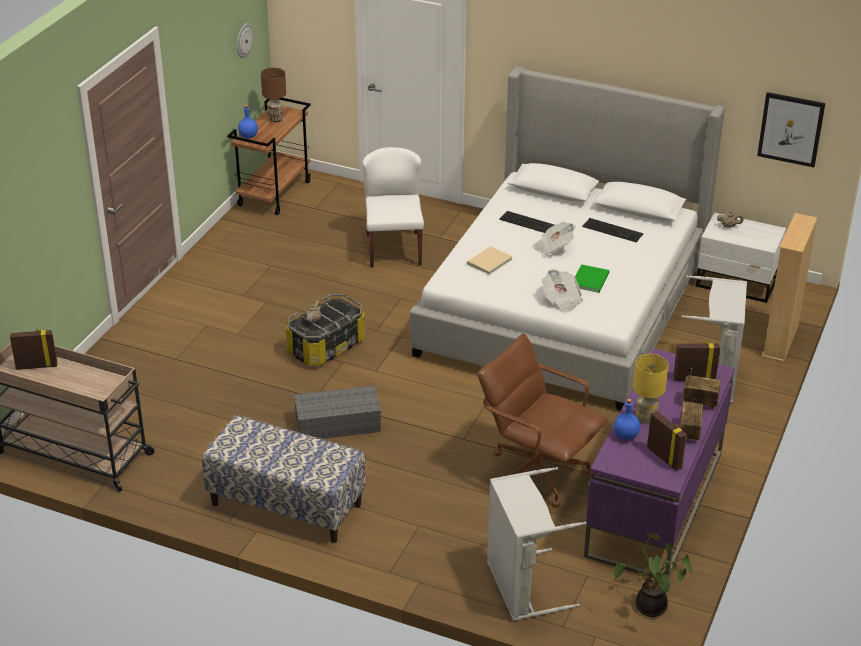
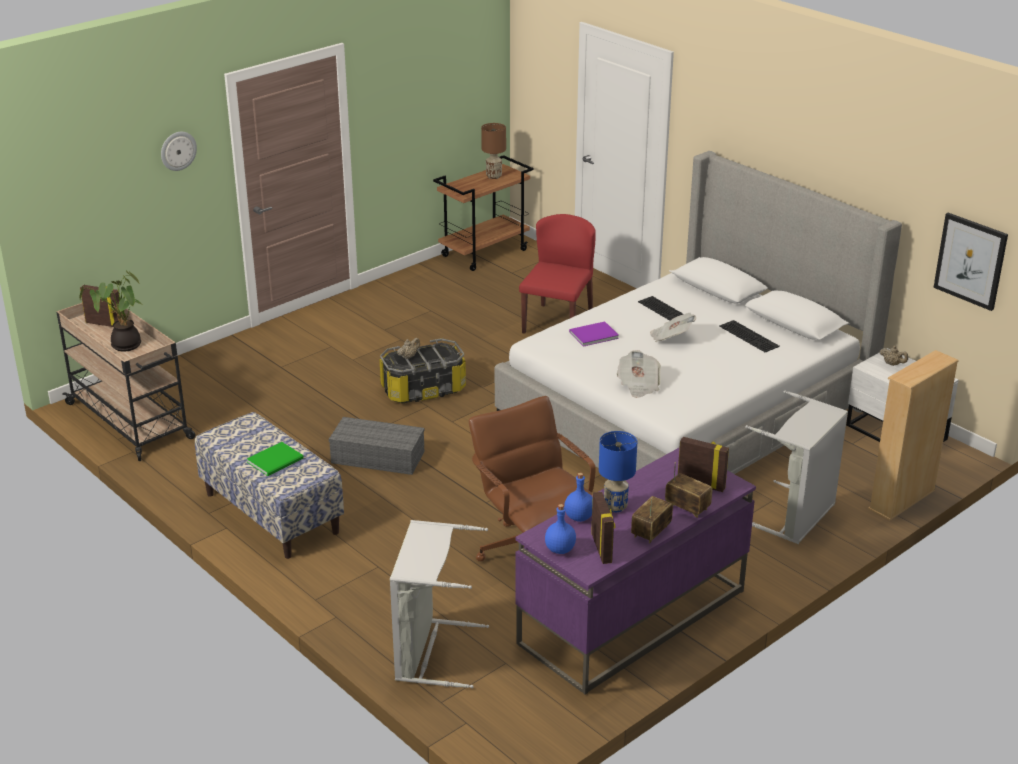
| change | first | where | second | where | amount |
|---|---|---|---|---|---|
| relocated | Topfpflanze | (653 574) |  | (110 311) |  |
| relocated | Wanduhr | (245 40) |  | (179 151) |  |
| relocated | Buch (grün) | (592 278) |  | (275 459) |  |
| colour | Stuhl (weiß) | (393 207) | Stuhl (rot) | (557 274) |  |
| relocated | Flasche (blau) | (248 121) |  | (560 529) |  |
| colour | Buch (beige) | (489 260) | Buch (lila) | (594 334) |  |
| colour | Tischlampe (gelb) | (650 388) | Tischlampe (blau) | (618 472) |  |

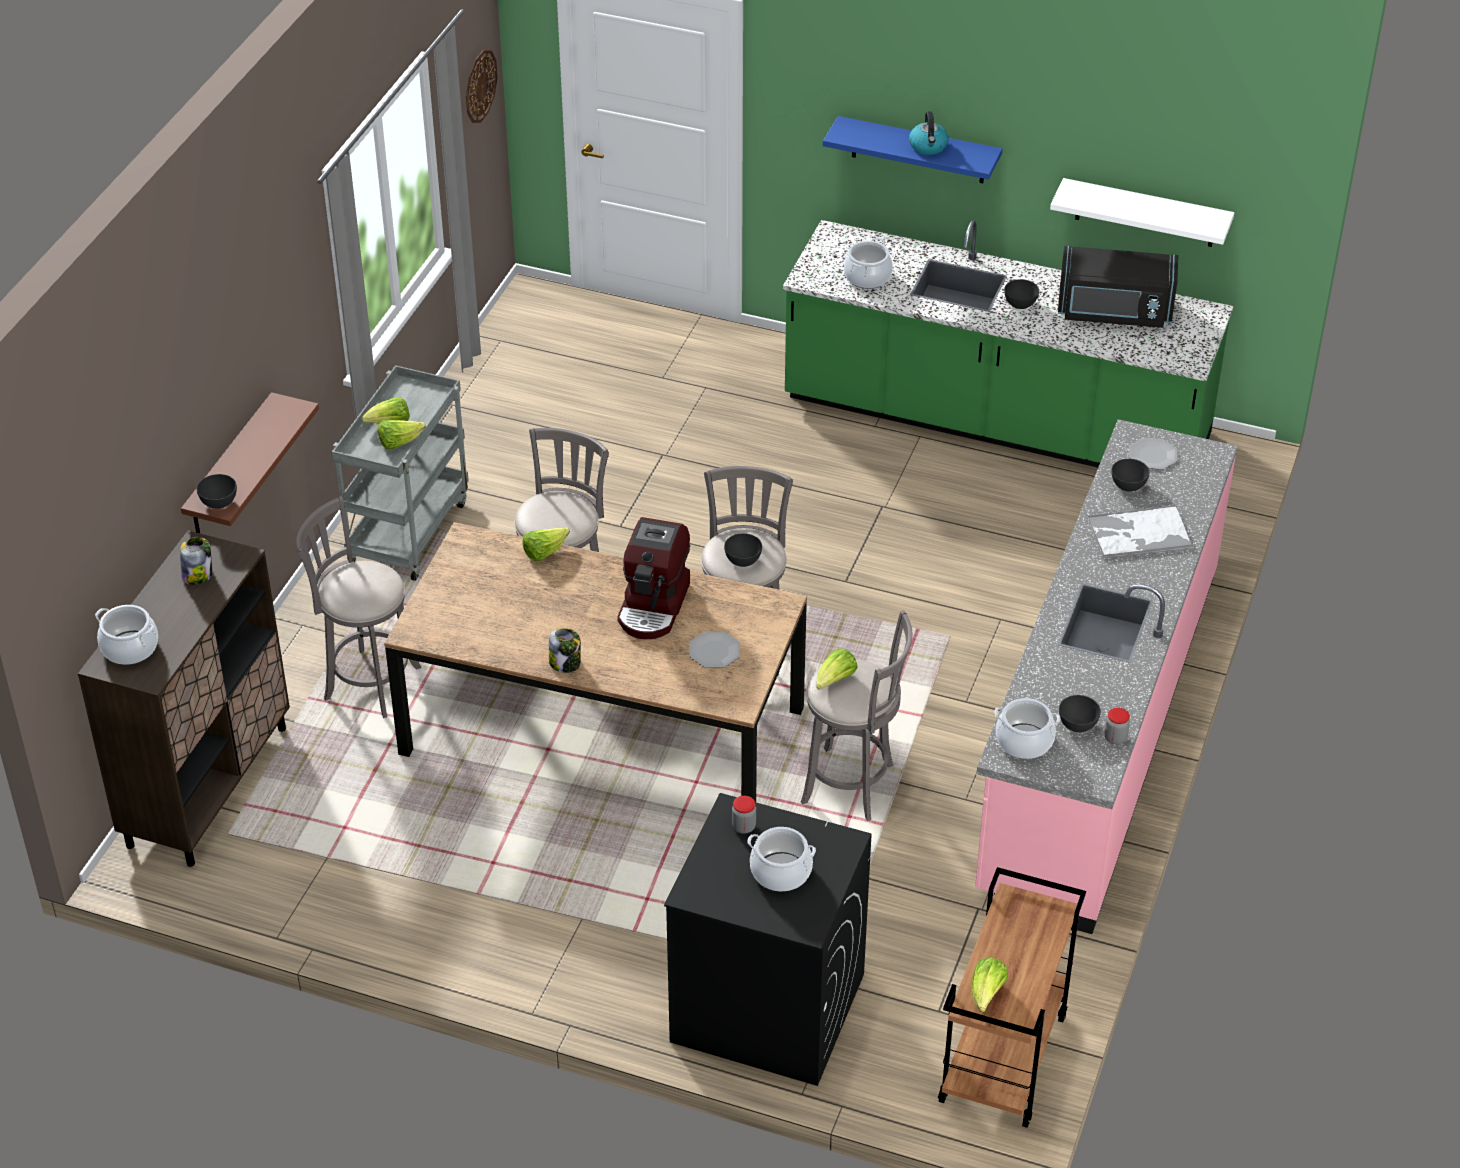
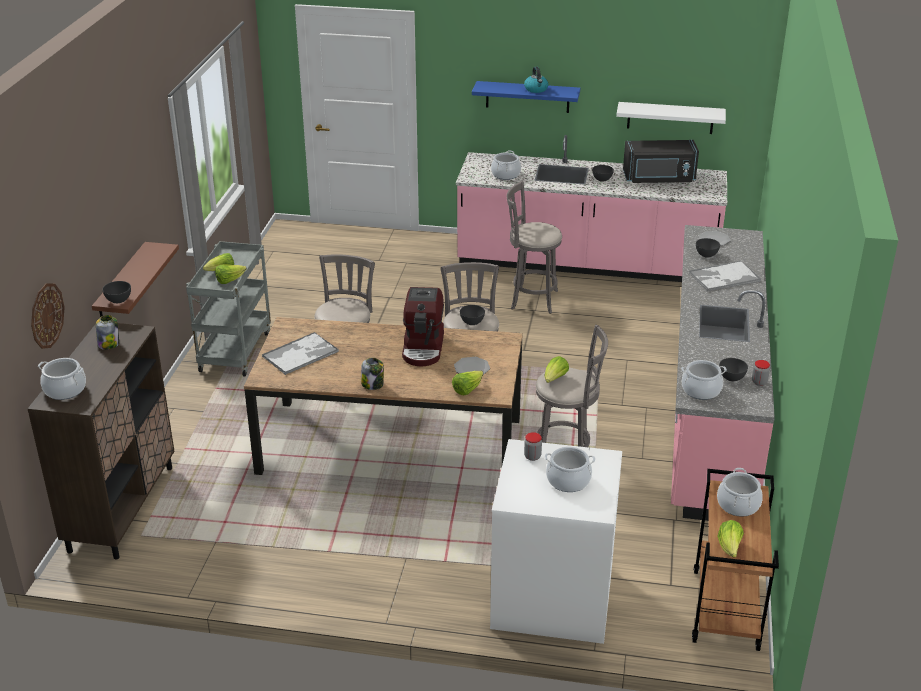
| change | first | where | second | where | amount |
|---|---|---|---|---|---|
| relocated | Wanduhr | (482 86) |  | (48 316) |  |
| appeared |  |  | Tablett | (300 353) |  |
| relocated | Salatkopf | (546 544) |  | (467 383) |  |
| colour | Küchenzeile (grün) | (1008 344) | Küchenzeile (rosa) | (591 208) |  |
| colour | Waschmaschine (schwarz) | (768 939) | Waschmaschine (weiß) | (556 541) |  |
| relocated | Hocker (grau) | (358 607) |  | (534 247) |  |
| appeared |  |  | Kochtopf | (740 492) |  |

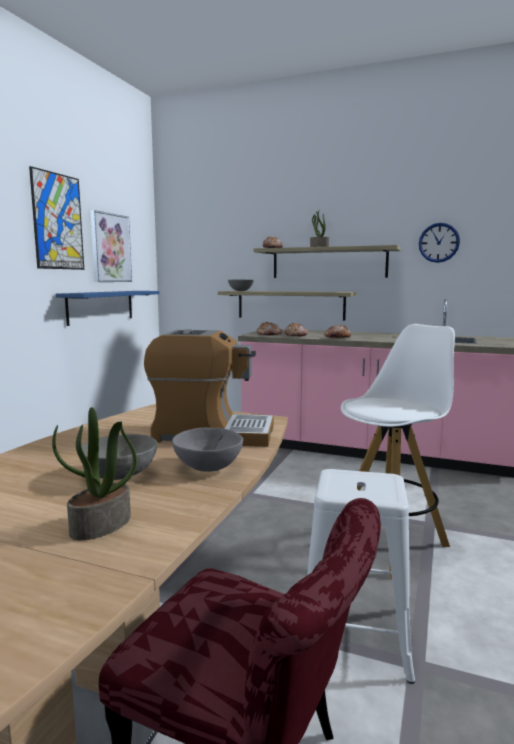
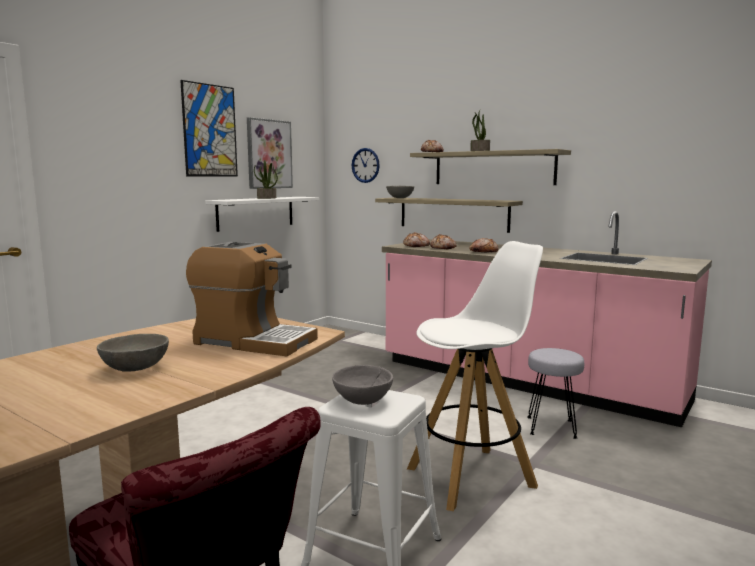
| change | first | where | second | where | amount |
|---|---|---|---|---|---|
| colour | Wandregal (blau) | (108 308) | Wandregal (weiß) | (262 214) |  |
| relocated | Topfpflanze | (94 473) |  | (266 179) |  |
| relocated | Schüssel (grau) | (207 450) |  | (362 385) |  |
| relocated | Wanduhr | (439 243) |  | (366 165) |  |
| appeared |  |  | Hocker (grau) | (556 393) |  |

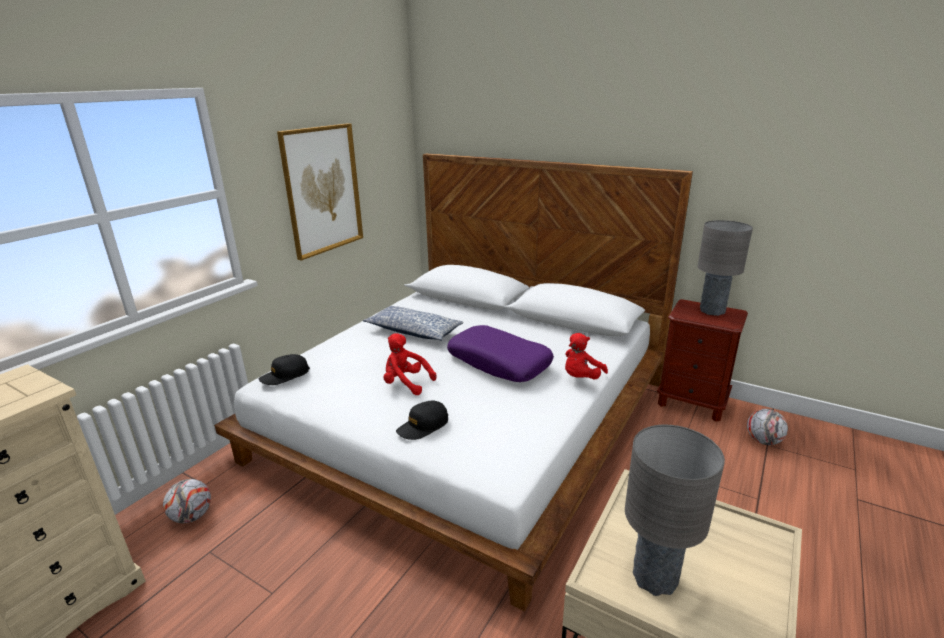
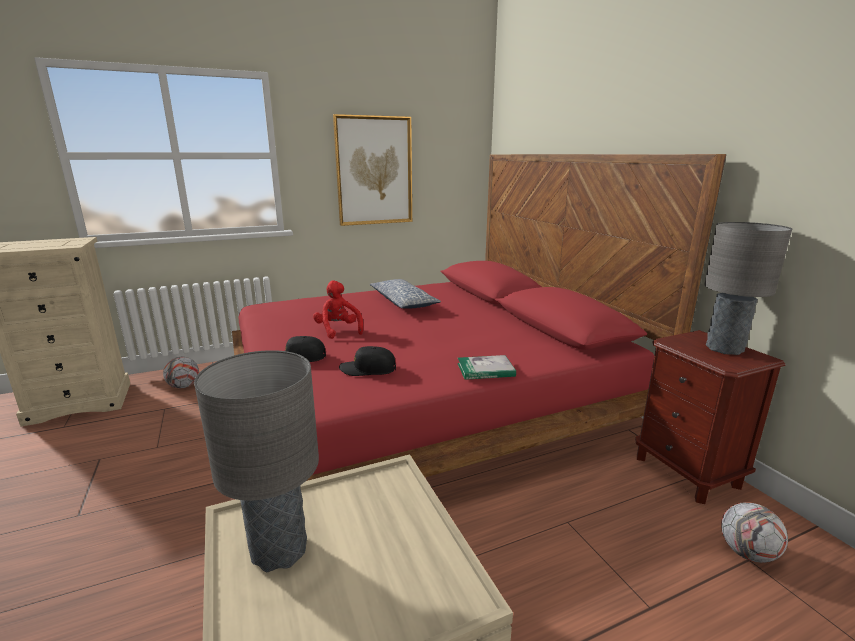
| change | first | where | second | where | amount |
|---|---|---|---|---|---|
| colour | Bett (weiß) | (453 382) | Bett (rot) | (479 317) |  |
| relocated | Kappe (schwarz) | (284 369) |  | (367 361) |  |
| exchanged | Plüschtier (rot) | (586 356) | Buch | (486 367) |  |
| missing | Kissen (lila) | (500 353) |  |  |  |

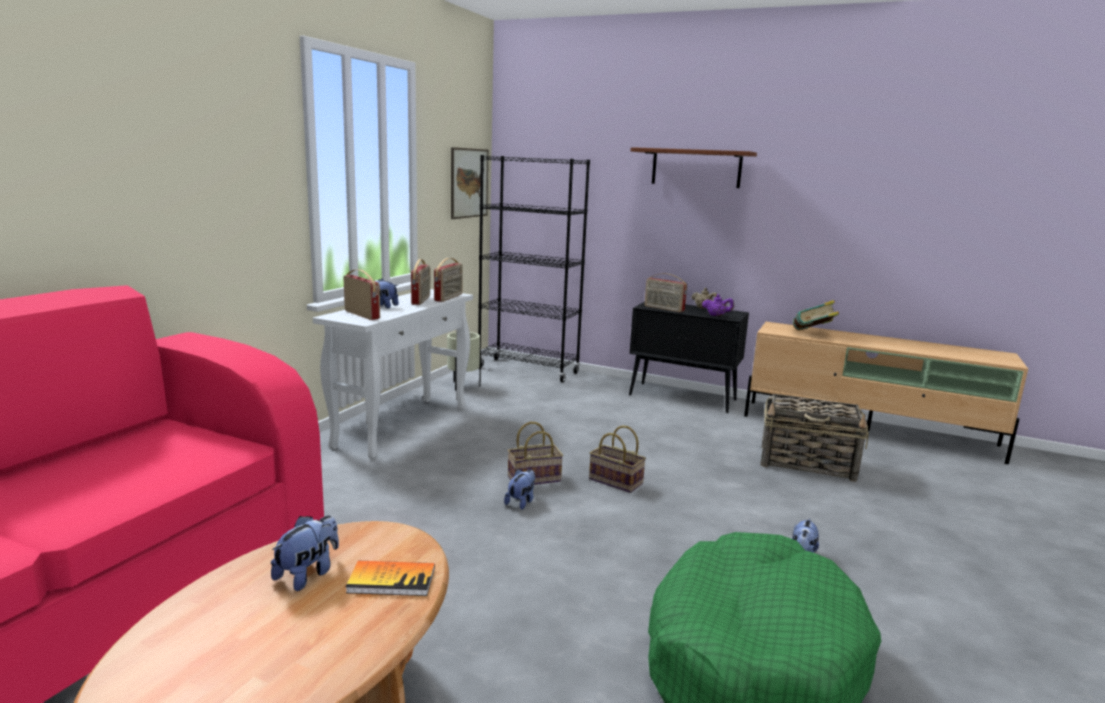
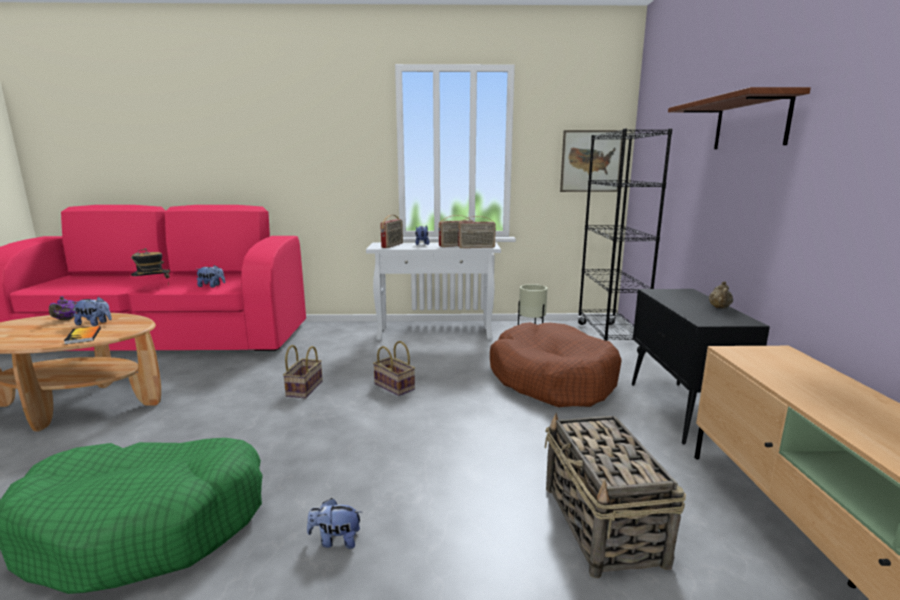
| change | first | where | second | where | amount |
|---|---|---|---|---|---|
| relocated | Teekanne (lila) | (718 305) |  | (62 308) |  |
| appeared |  |  | Hut | (150 266) |  |
| relocated | Plüschtier | (519 489) |  | (210 276) |  |
| relocated | Korb | (617 459) |  | (303 371) |  |
| appeared |  |  | Hundebett (braun) | (556 364) |  |
| missing | Radio | (666 292) |  |  |  |
| missing | Buch | (816 315) |  |  |  |

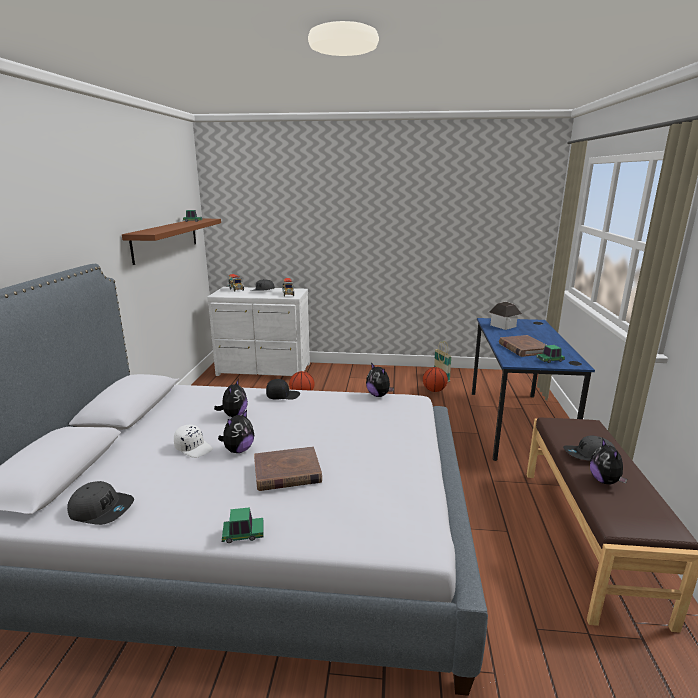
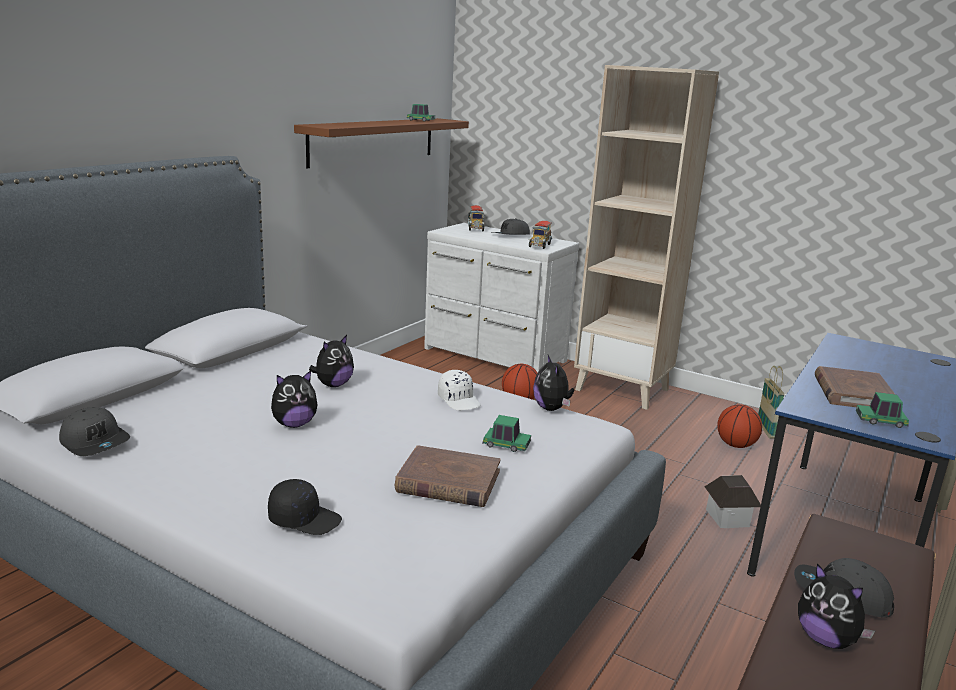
| change | first | where | second | where | amount |
|---|---|---|---|---|---|
| relocated | Kappe (schwarz) | (283 389) |  | (305 507) |  |
| relocated | Buch (braun) | (288 468) |  | (447 476) |  |
| relocated | Kappe (weiß) | (193 441) |  | (459 390) |  |
| relocated | Spielzeugauto | (243 525) |  | (507 433) |  |
| appeared |  |  | Bücherregal (beige) | (646 237) |  |
| relocated | Spielzeughaus | (505 316) |  | (733 501) |  |
| spun | Plüschtier | (608 461) |  | (836 606) | 60 degrees counterclockwise |

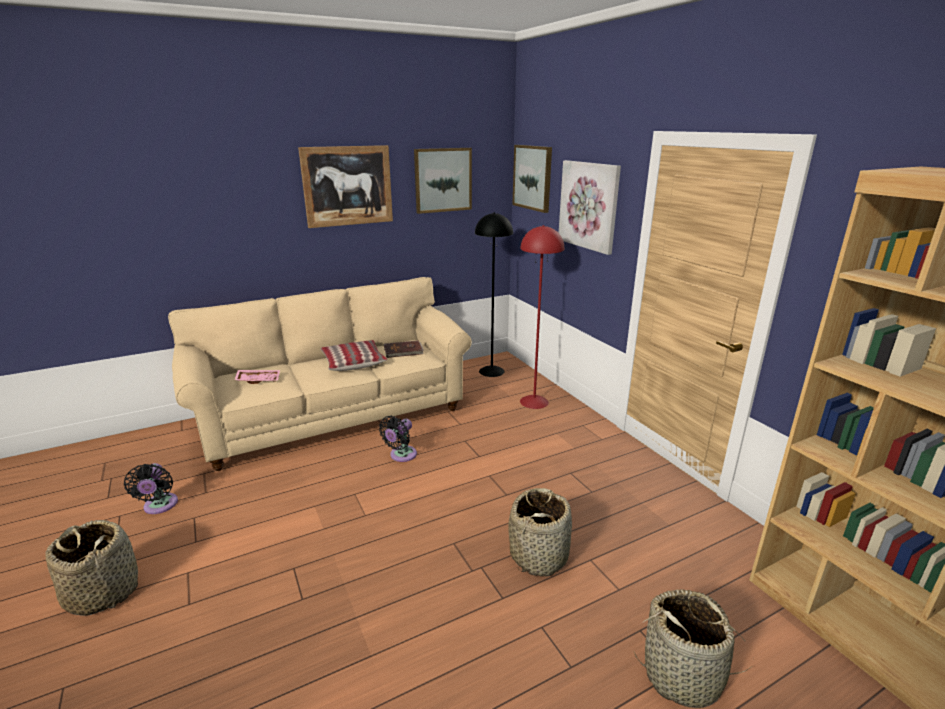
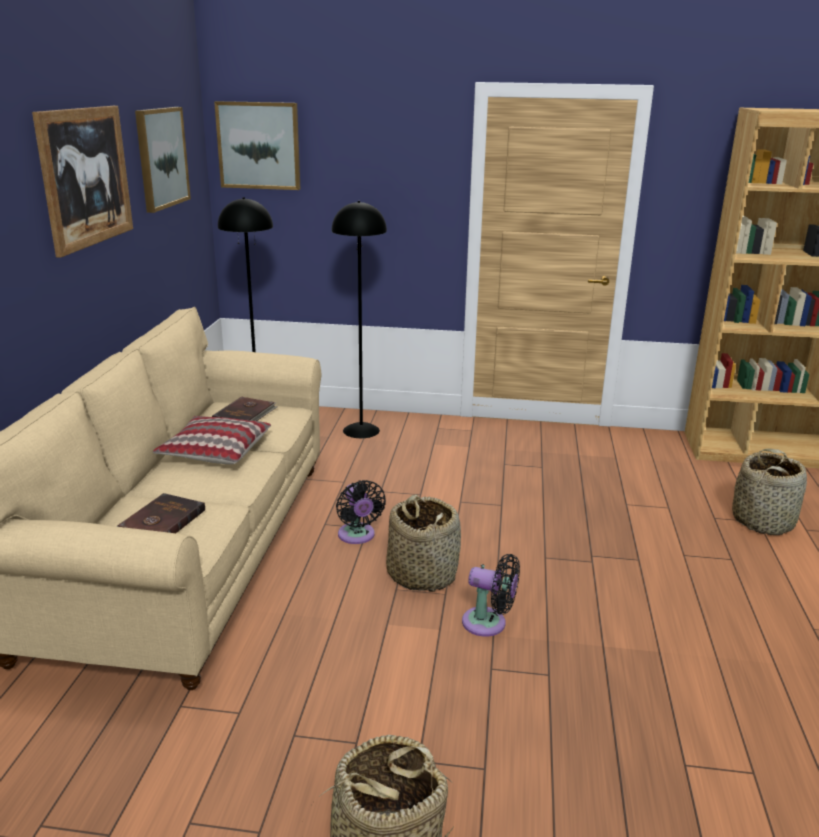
| change | first | where | second | where | amount |
|---|---|---|---|---|---|
| exchanged | Tablett (rosa) | (257 377) | Buch (braun) | (160 513) |  |
| colour | Stehlampe (rot) | (542 317) | Stehlampe (schwarz) | (359 319) |  |
| relocated | Korb | (540 532) |  | (423 543) |  |
| relocated | Ventilator (schwarz) | (151 488) |  | (491 595) |  |
| missing | Bild | (590 207) |  |  |  |

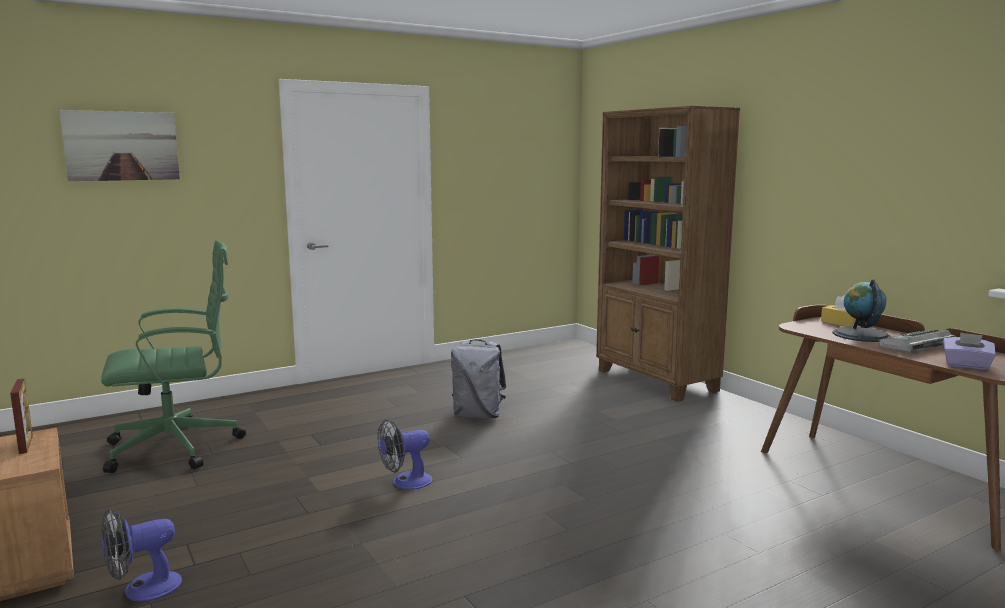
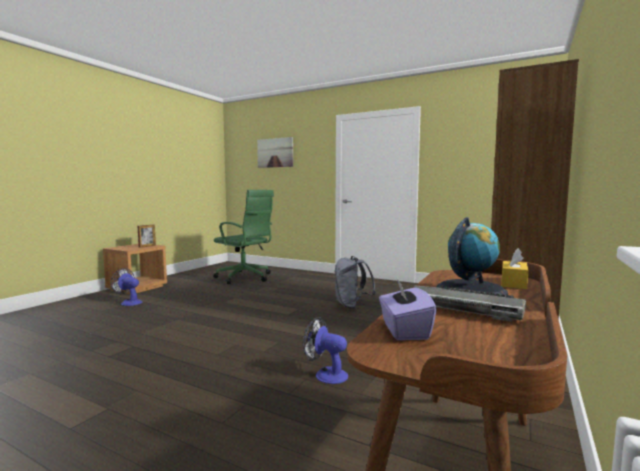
| change | first | where | second | where | amount |
|---|---|---|---|---|---|
| relocated | Ventilator | (405 454) |  | (325 350) |  |

